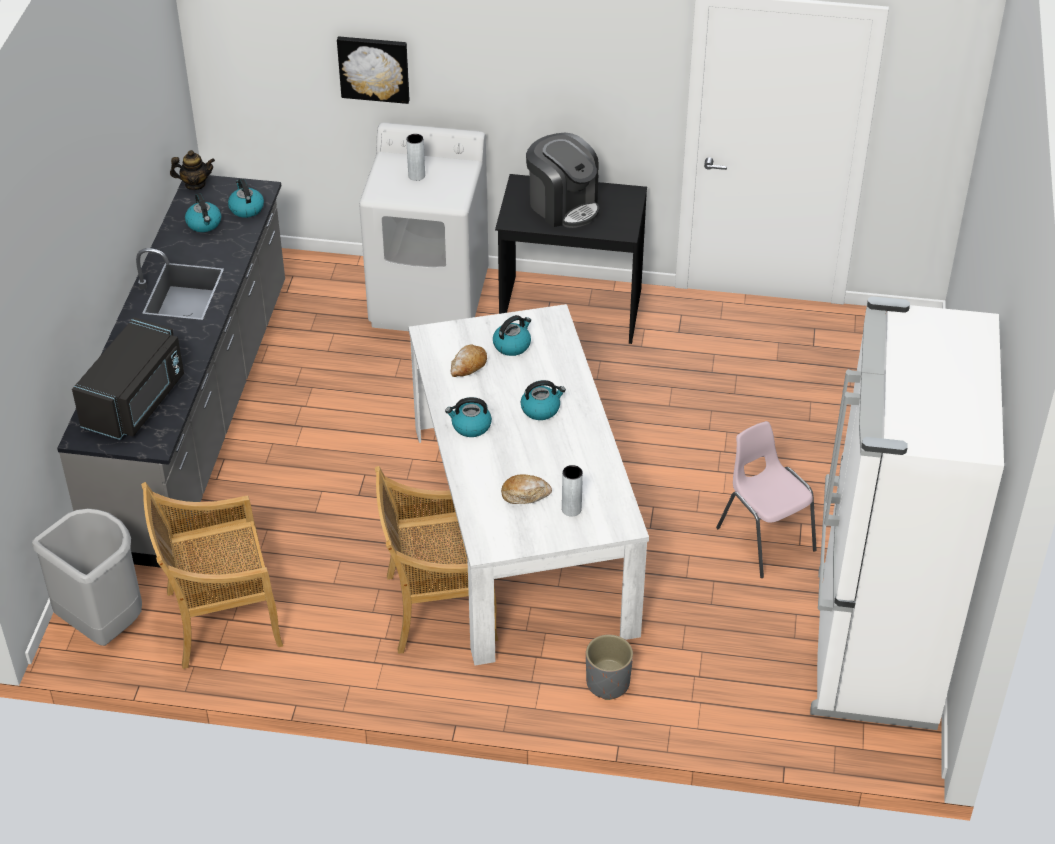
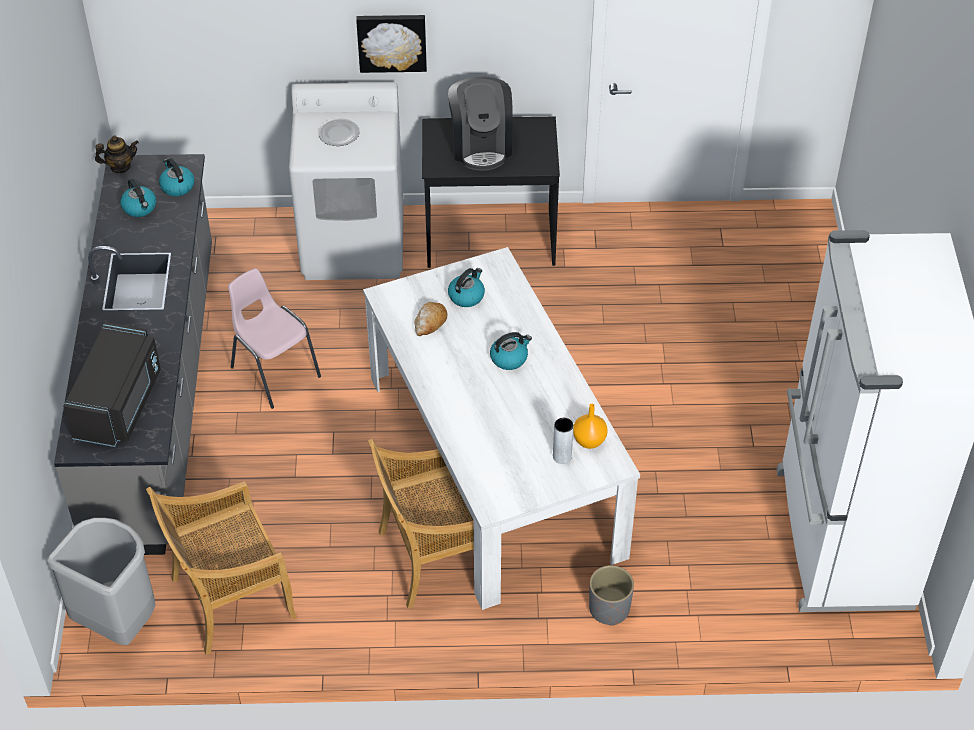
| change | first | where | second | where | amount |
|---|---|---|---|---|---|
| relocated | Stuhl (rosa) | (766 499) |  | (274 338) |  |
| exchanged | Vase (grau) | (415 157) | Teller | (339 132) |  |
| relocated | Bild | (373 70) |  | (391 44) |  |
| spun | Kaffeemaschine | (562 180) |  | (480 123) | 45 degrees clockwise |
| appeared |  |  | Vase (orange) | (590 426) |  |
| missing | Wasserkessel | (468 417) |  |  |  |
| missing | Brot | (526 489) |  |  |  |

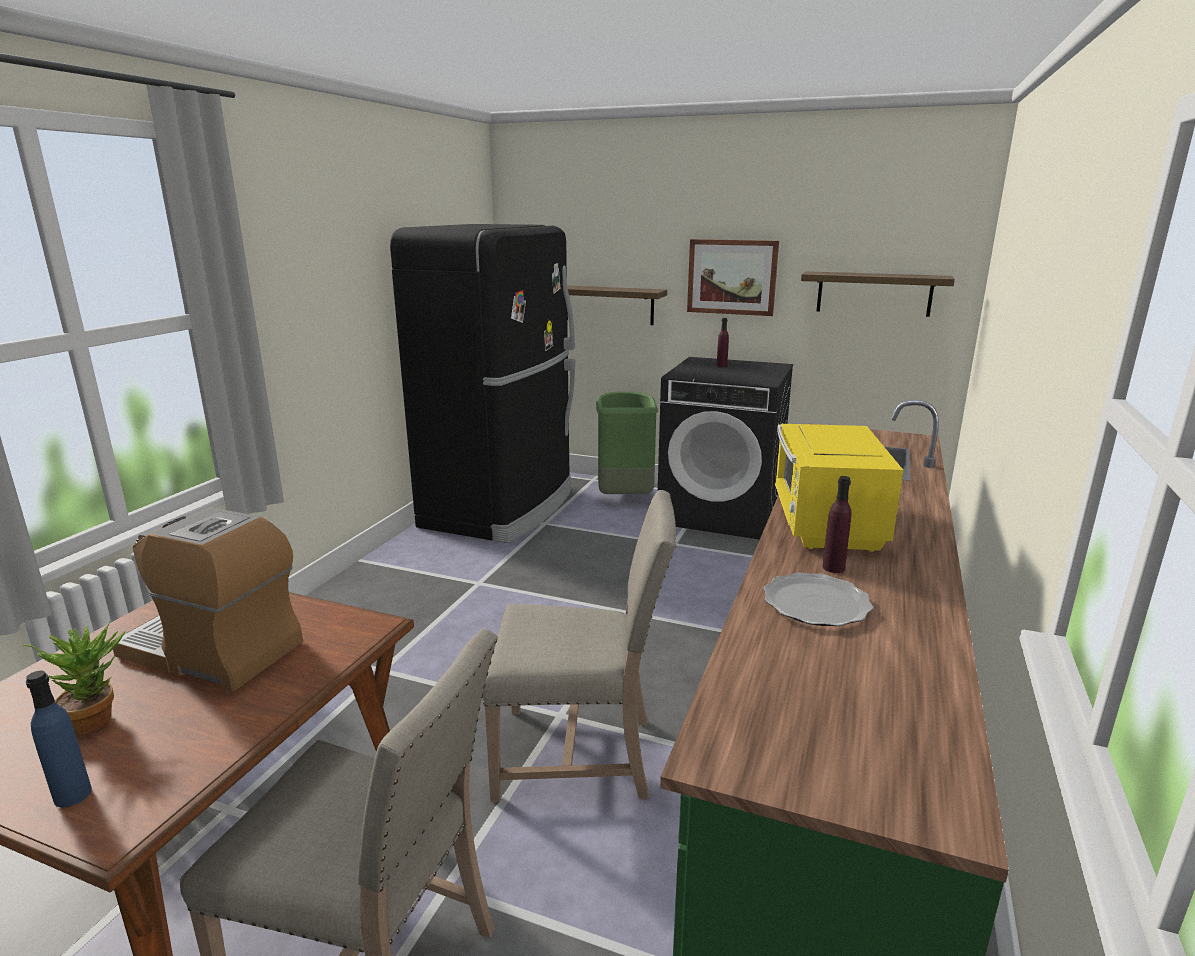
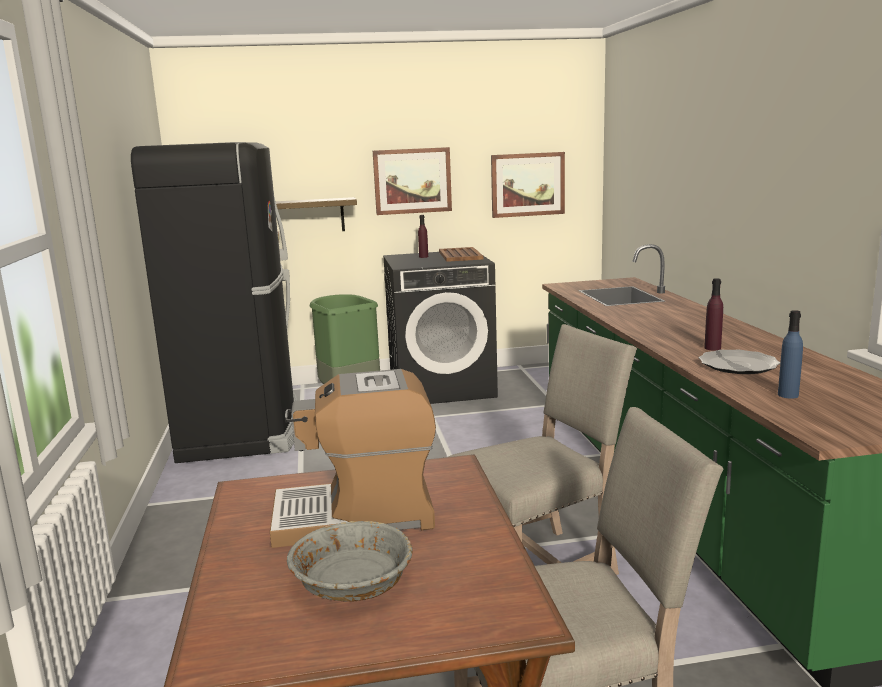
| change | first | where | second | where | amount |
|---|---|---|---|---|---|
| exchanged | Topfpflanze | (74 678) | Schüssel (grau) | (350 561) |  |
| appeared |  |  | Tablett (braun) | (461 254) |  |
| exchanged | Wandregal | (878 294) | Bild | (528 185) |  |
| relocated | Flasche (blau) | (59 739) |  | (790 354) |  |
| missing | Mikrowelle (gelb) | (839 488) |  |  |  |

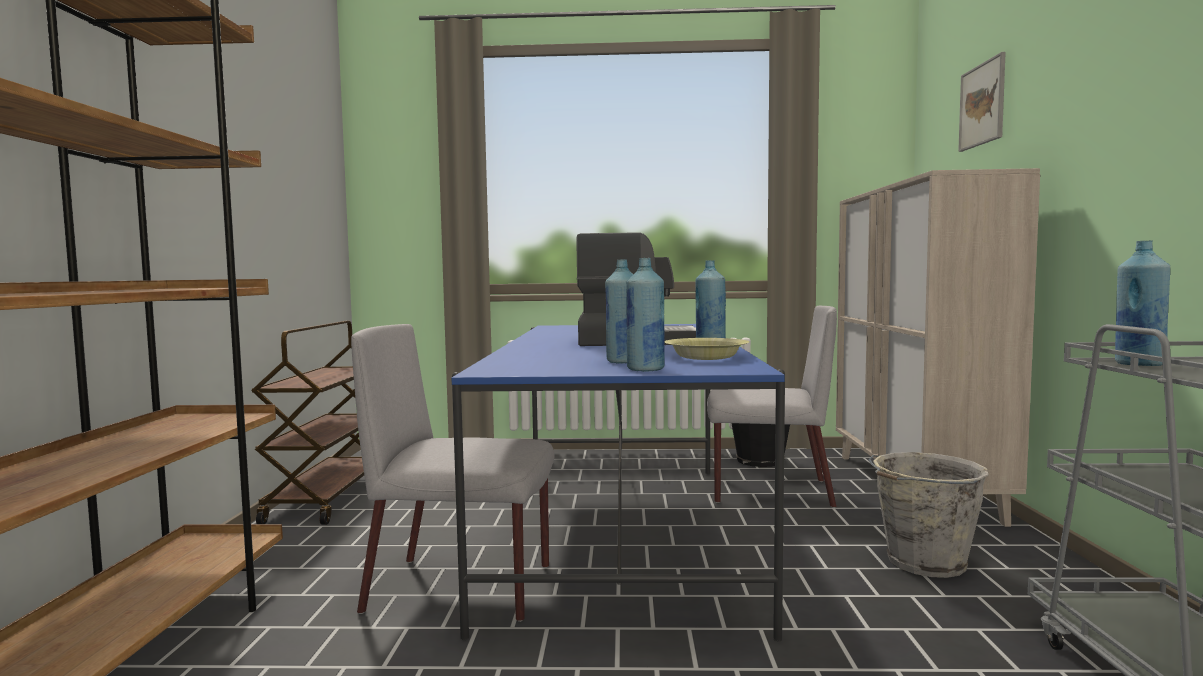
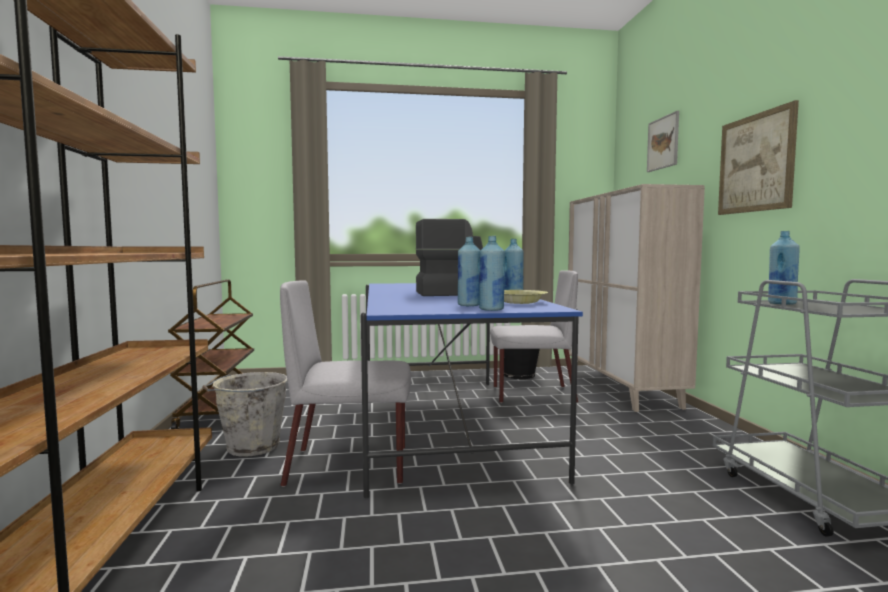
| change | first | where | second | where | amount |
|---|---|---|---|---|---|
| relocated | Eimer (grau) | (929 515) |  | (244 414) |  |
| appeared |  |  | Bild | (758 157) |  |

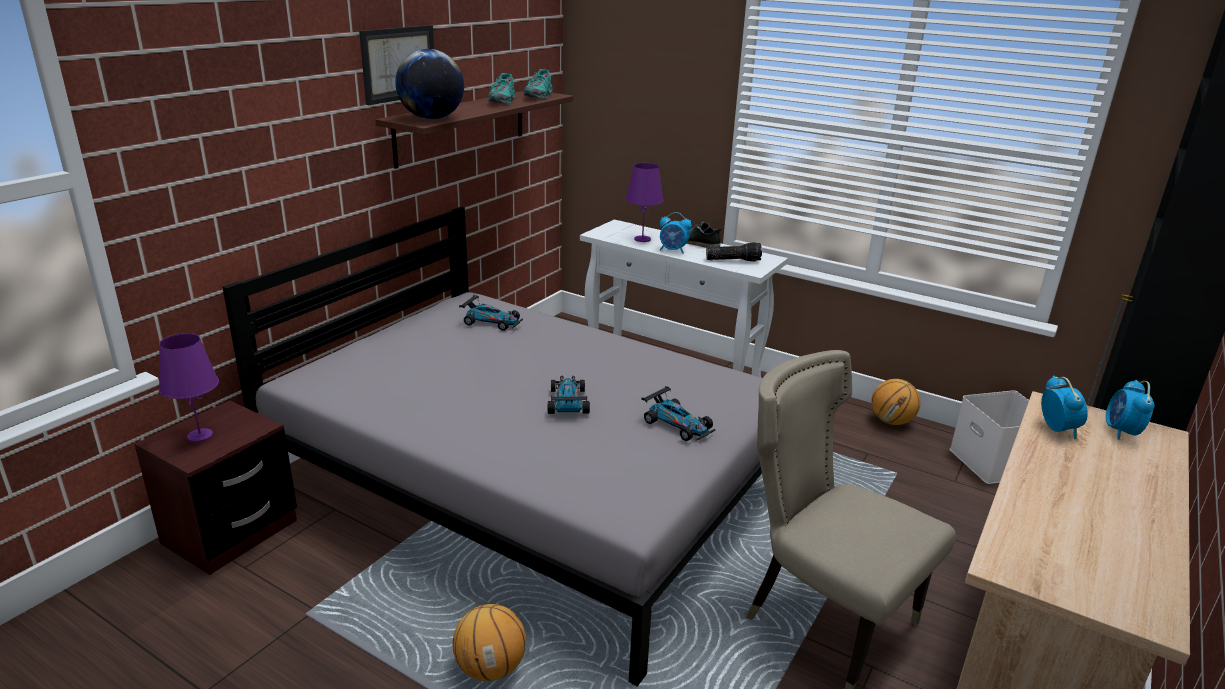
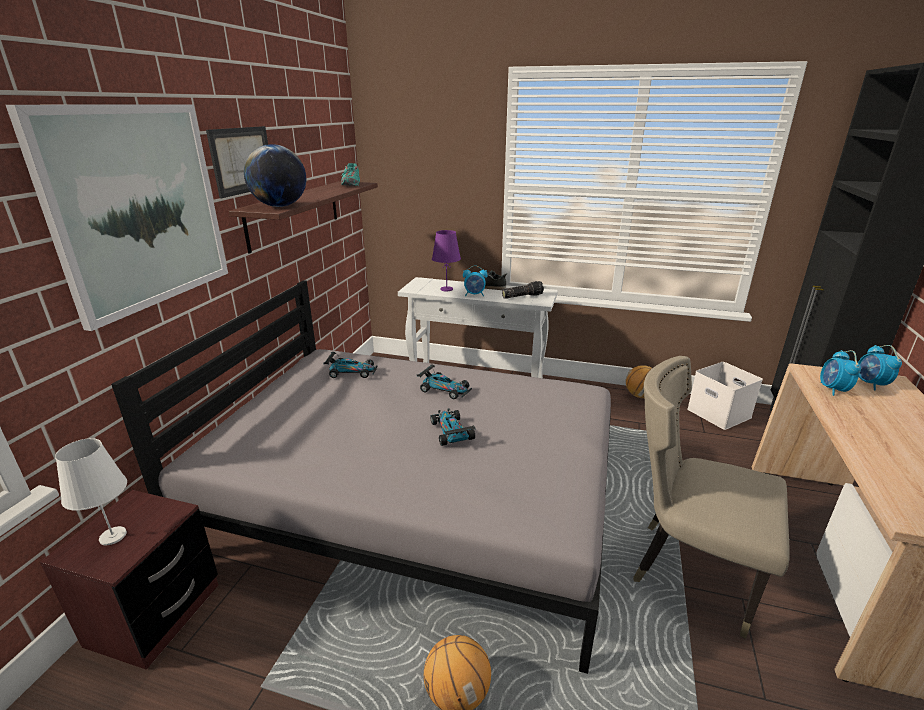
| change | first | where | second | where | amount |
|---|---|---|---|---|---|
| appeared |  |  | Bild | (117 217) |  |
| colour | Tischlampe (lila) | (189 388) | Tischlampe (weiß) | (91 491) |  |
| relocated | Spielzeugauto | (678 413) |  | (444 382) |  |
| spun | Wecker | (1064 407) |  | (840 373) | 150 degrees counterclockwise |
| missing | Schuh (türkis) | (501 88) |  |  |  |

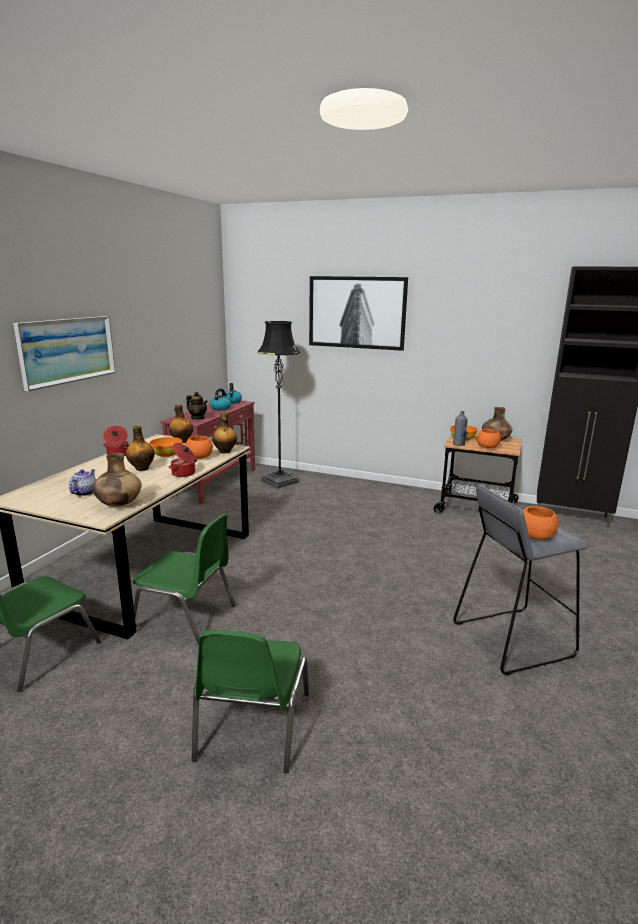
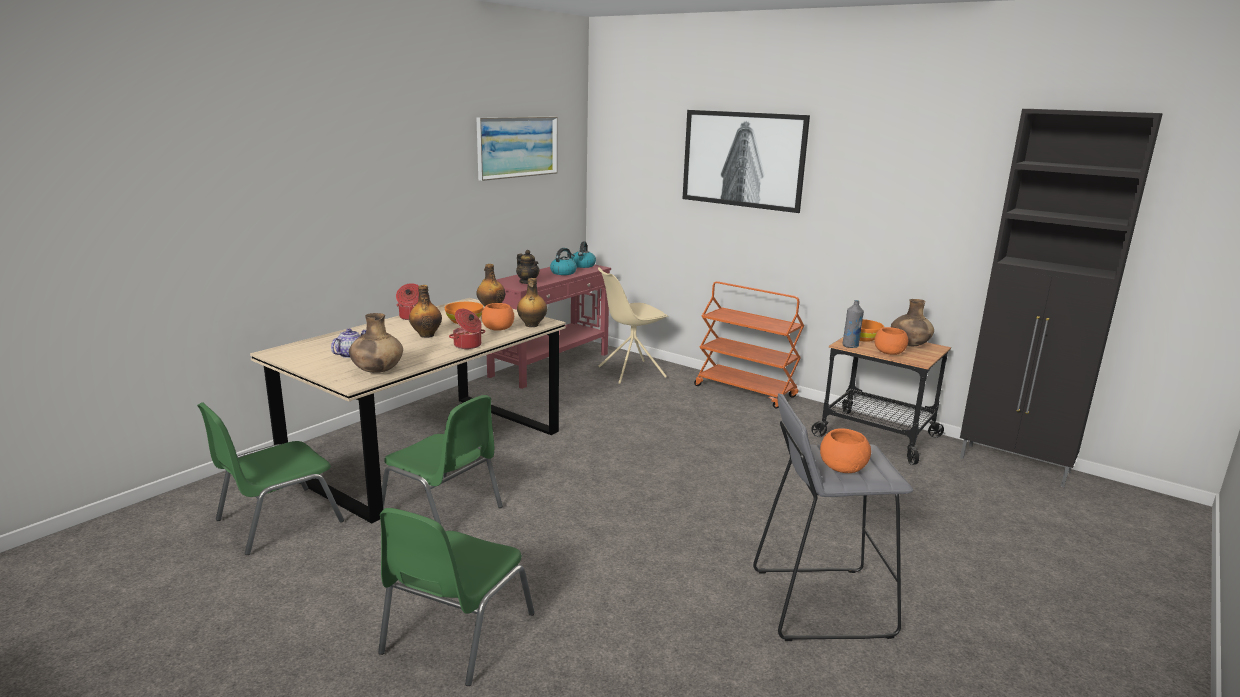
| change | first | where | second | where | amount |
|---|---|---|---|---|---|
| relocated | Bild | (64 353) |  | (517 149) |  |
| exchanged | Stehlampe (schwarz) | (278 405) | Stuhl (beige) | (633 325) |  |
| appeared |  |  | Rollwagen (orange) | (749 345) |  |

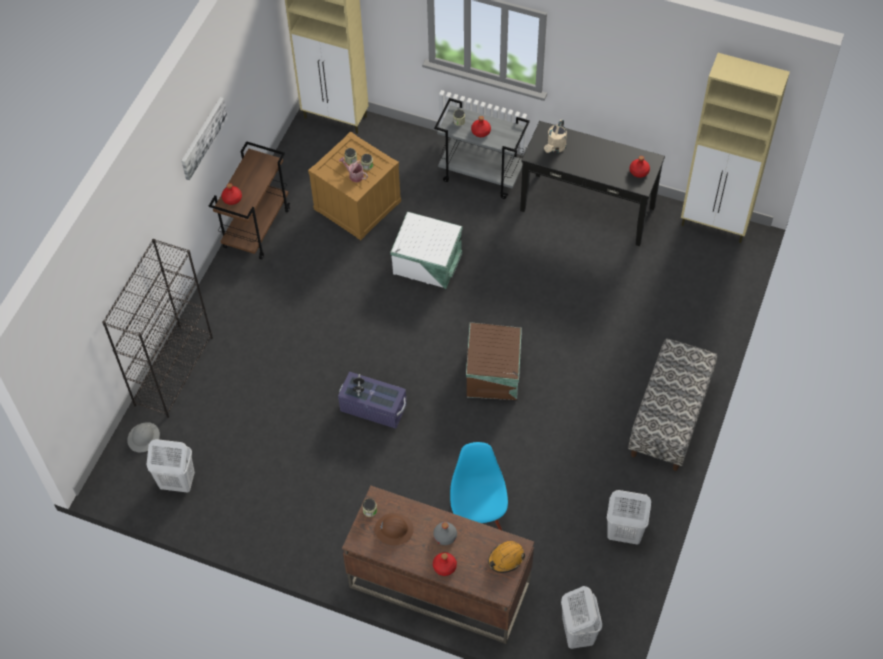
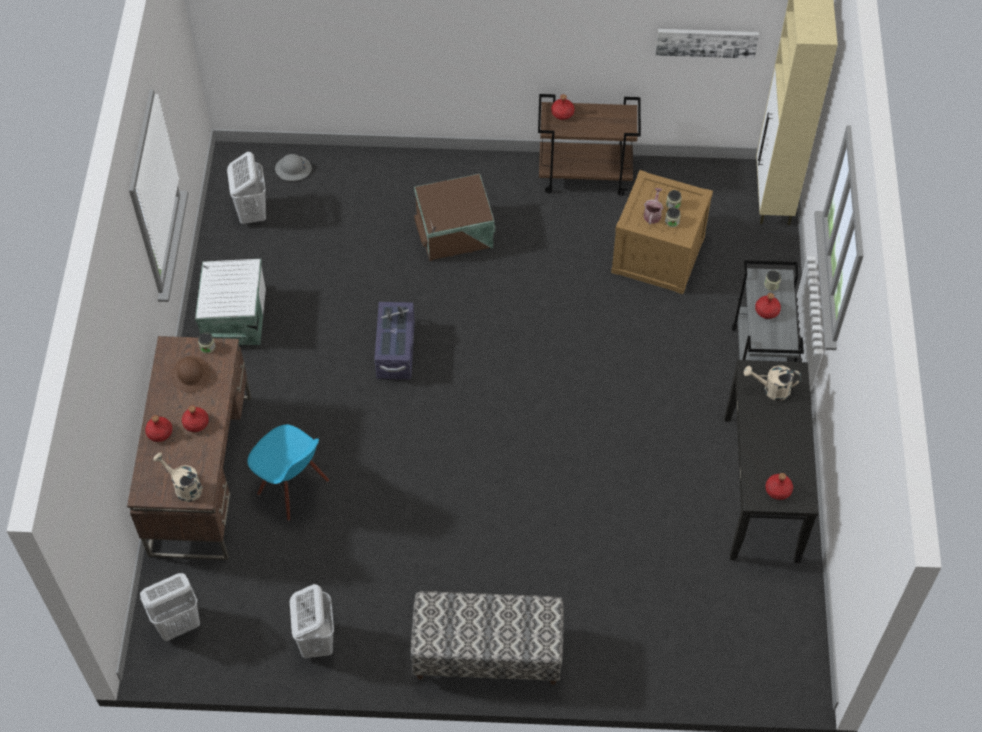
| change | first | where | second | where | amount |
|---|---|---|---|---|---|
| exchanged | Schutzhelm (orange) | (506 557) | Gießkanne (beige) | (178 477) |  |
| colour | Flasche (grau) | (445 533) | Flasche (rot) | (195 418) |  |
| relocated | Aufbewahrungsbox (weiß) | (426 250) |  | (230 302) |  |
| spun | Stuhl (blau) | (479 486) |  | (288 472) | 60 degrees clockwise |
| relocated | Aufbewahrungsbox (braun) | (494 361) |  | (454 217) |  |
| relocated | Bild | (204 138) |  | (707 44) |  |
| missing | Bücherregal (schwarz) | (157 328) |  |  |  |
| missing | Schrank (beige) | (735 148) |  |  |  |

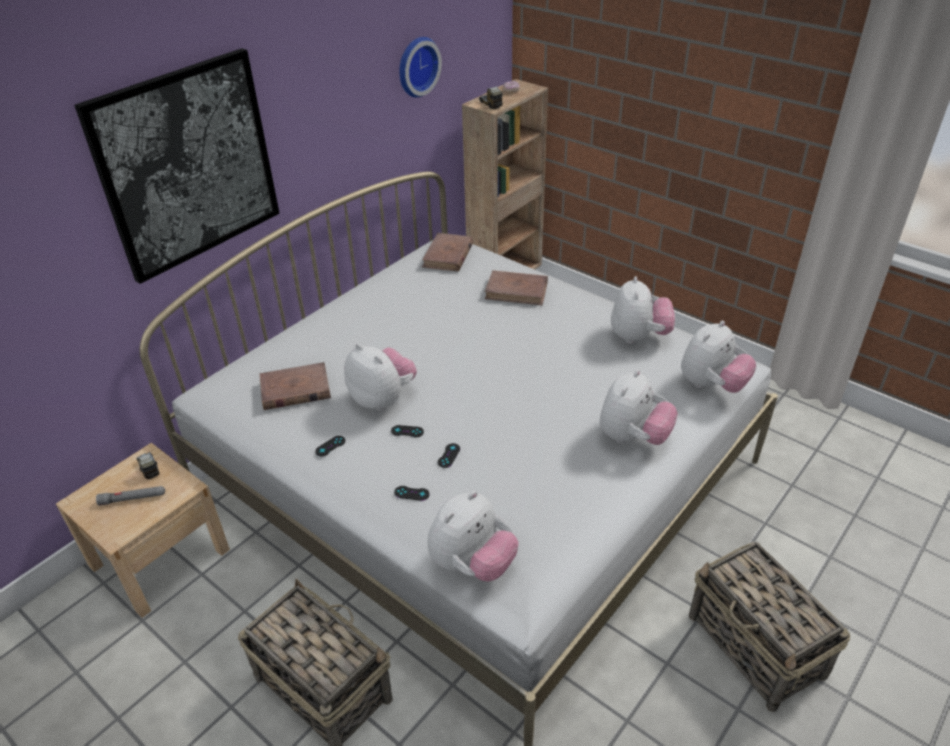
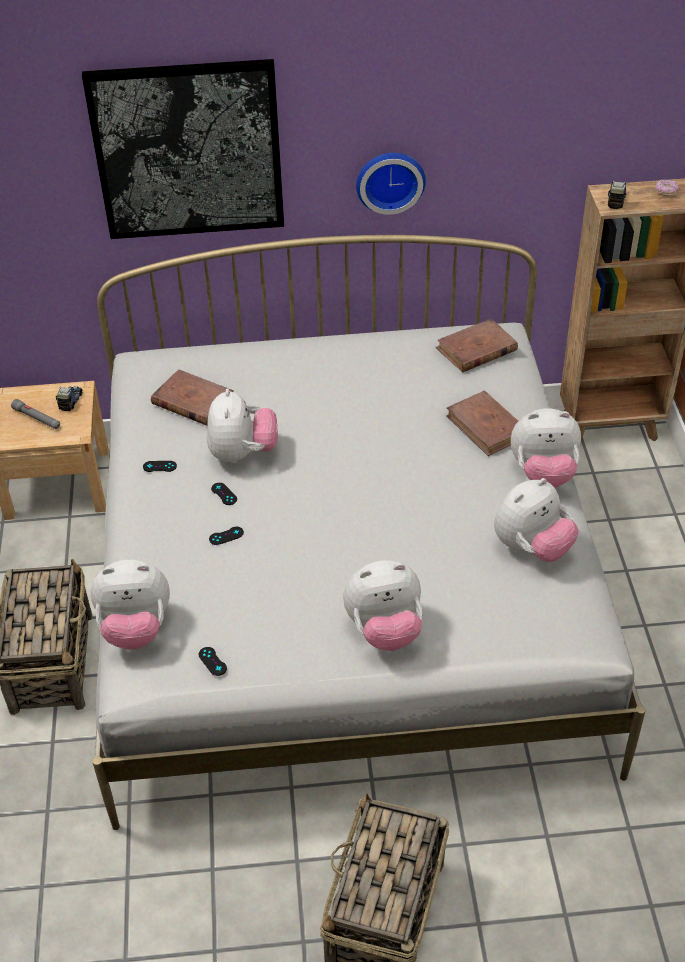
| change | first | where | second | where | amount |
|---|---|---|---|---|---|
| relocated | Gamepad (schwarz) | (412 493) |  | (213 661) |  |
| relocated | Wanduhr | (420 67) |  | (391 184) |  |
| relocated | Plüschtier | (718 357) |  | (546 448) |  |

